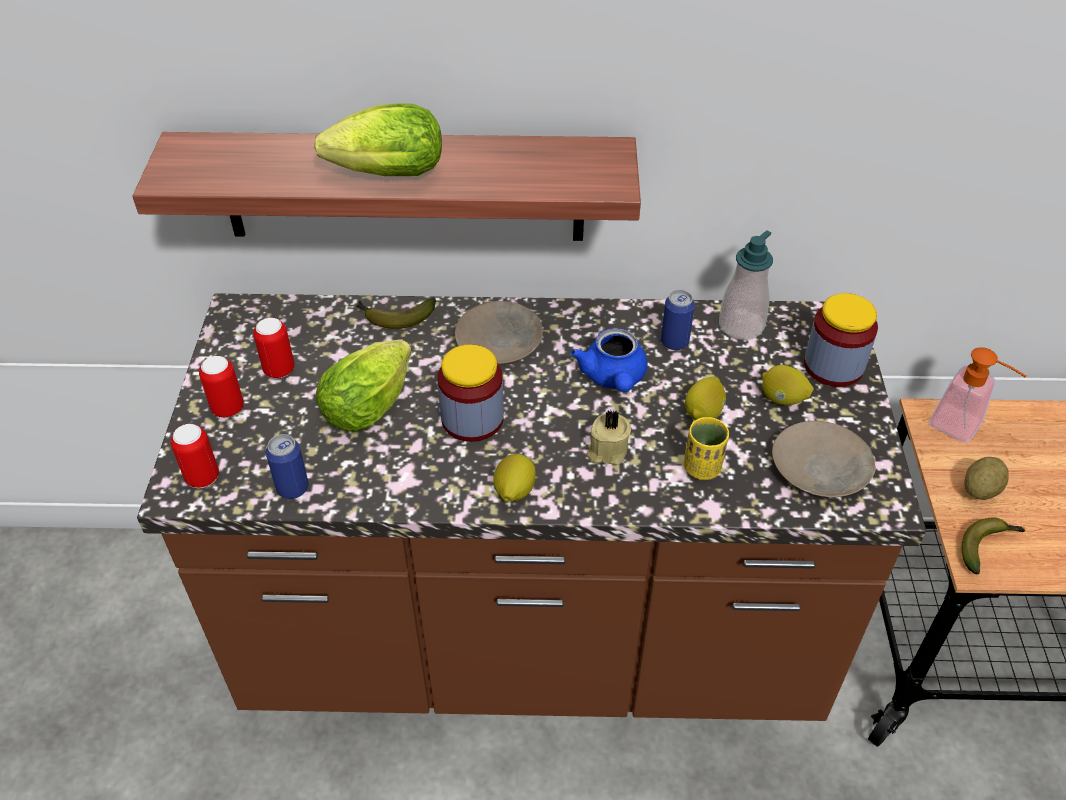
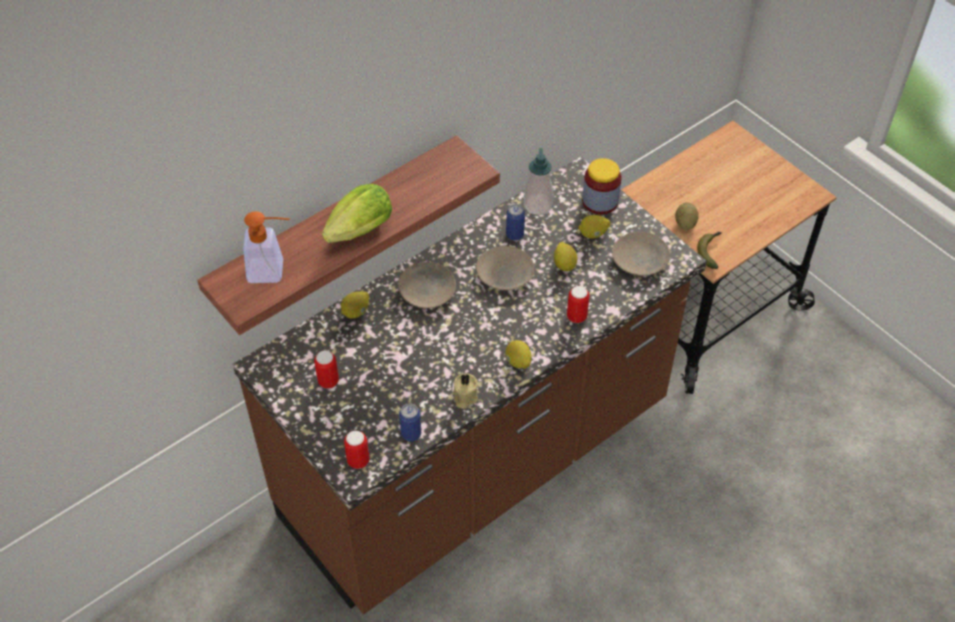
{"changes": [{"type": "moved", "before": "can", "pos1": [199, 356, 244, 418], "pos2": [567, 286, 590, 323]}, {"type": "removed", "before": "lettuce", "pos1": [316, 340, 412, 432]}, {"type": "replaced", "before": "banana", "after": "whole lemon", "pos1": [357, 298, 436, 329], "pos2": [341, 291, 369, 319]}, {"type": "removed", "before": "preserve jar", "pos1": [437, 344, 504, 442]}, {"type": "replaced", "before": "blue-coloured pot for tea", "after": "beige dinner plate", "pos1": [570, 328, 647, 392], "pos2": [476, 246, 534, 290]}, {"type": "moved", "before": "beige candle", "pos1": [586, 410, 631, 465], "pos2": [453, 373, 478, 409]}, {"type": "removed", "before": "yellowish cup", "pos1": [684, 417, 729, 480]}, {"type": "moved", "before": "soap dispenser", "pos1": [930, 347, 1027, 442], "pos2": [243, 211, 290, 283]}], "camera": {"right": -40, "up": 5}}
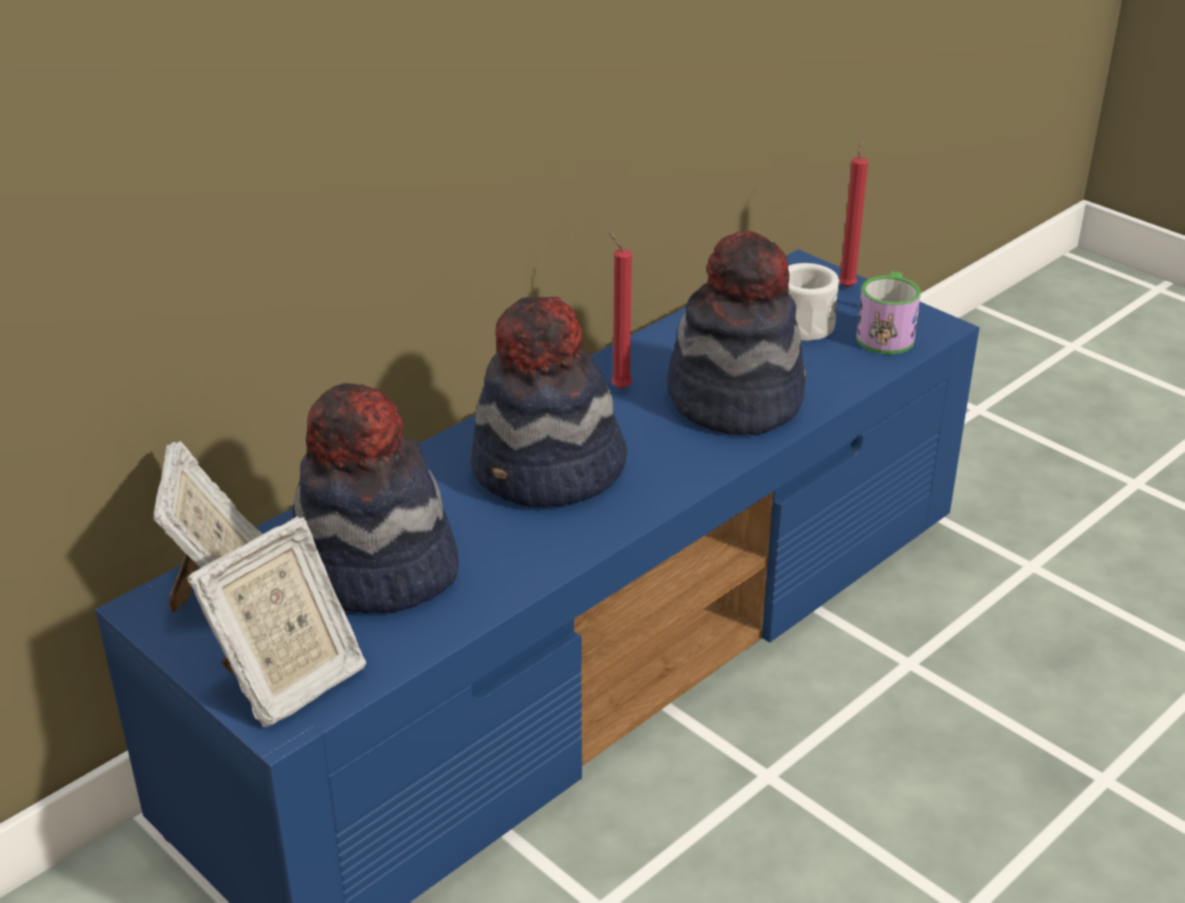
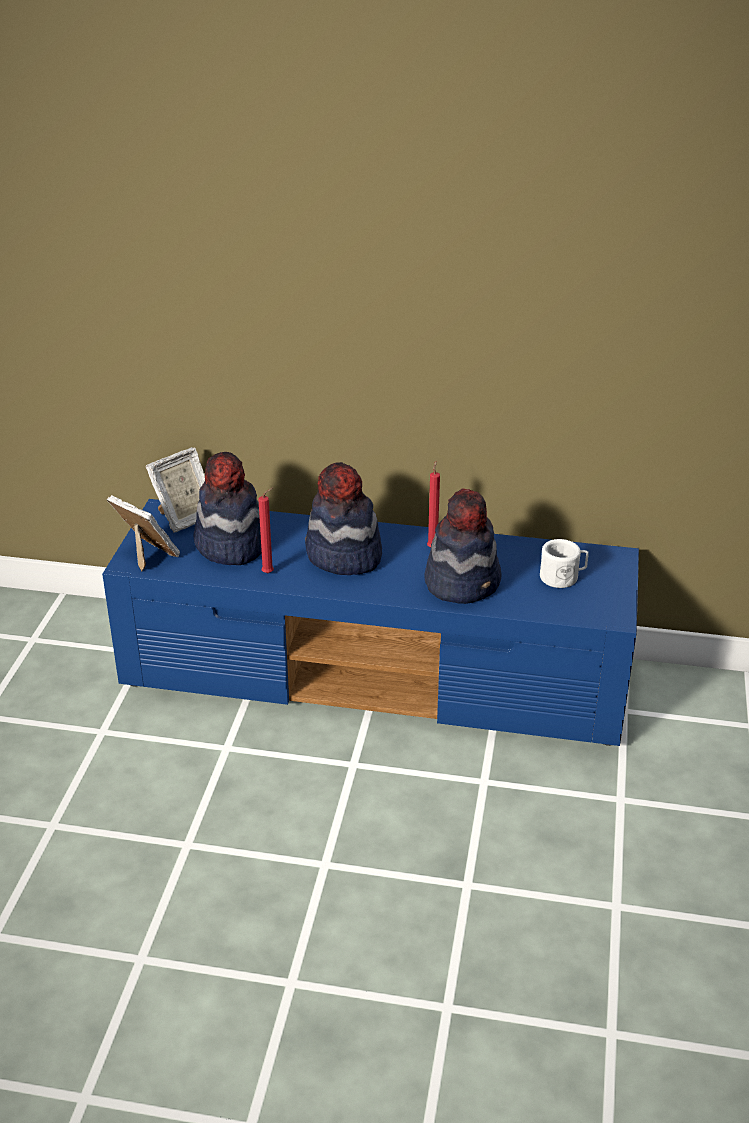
{"changes": [{"type": "turned", "before": "picture frame", "pos1": [187, 516, 366, 727], "pos2": [106, 495, 180, 571], "turn": -150}, {"type": "moved", "before": "red-coloured candle", "pos1": [839, 139, 868, 288], "pos2": [258, 488, 274, 573]}, {"type": "removed", "before": "mug", "pos1": [856, 272, 921, 354]}], "camera": {"right": 55, "up": 0}}
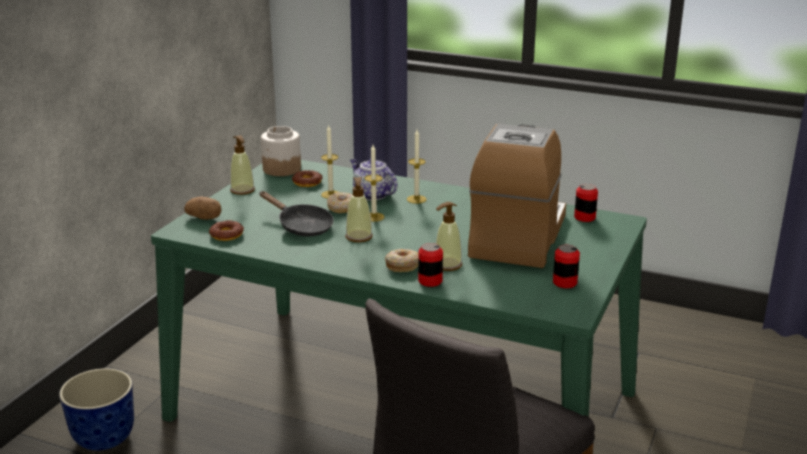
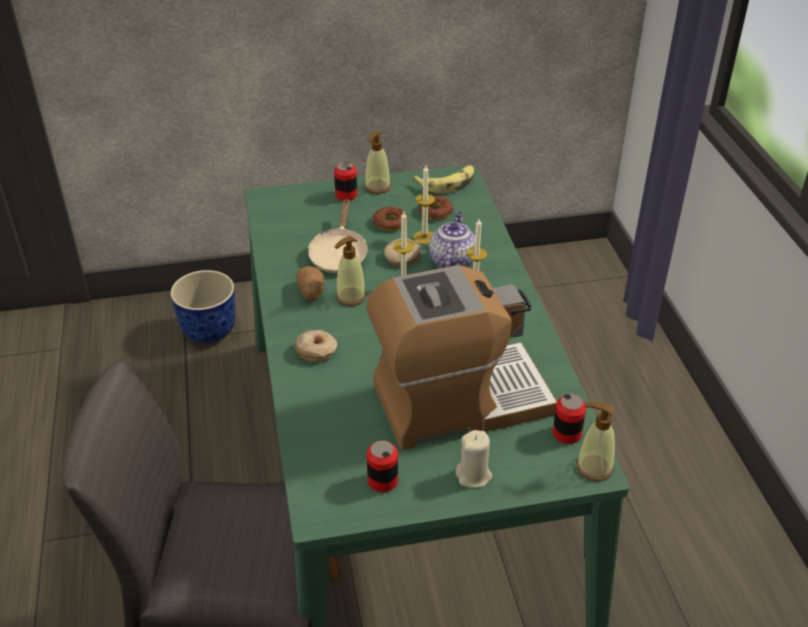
{"changes": [{"type": "moved", "before": "potato", "pos1": [184, 197, 222, 220], "pos2": [296, 266, 325, 301]}, {"type": "moved", "before": "doughnut", "pos1": [209, 220, 244, 241], "pos2": [373, 206, 408, 231]}, {"type": "recoloured", "before": "blackish pan", "after": "beige pan", "pos1": [259, 191, 334, 237], "pos2": [307, 199, 368, 273]}, {"type": "replaced", "before": "preserve jar", "after": "banana", "pos1": [261, 126, 301, 176], "pos2": [413, 165, 474, 193]}, {"type": "moved", "before": "can", "pos1": [418, 243, 443, 287], "pos2": [334, 162, 357, 201]}, {"type": "moved", "before": "soap dispenser", "pos1": [436, 202, 463, 271], "pos2": [576, 402, 615, 481]}, {"type": "added", "after": "beige candle", "pos2": [456, 430, 492, 488]}], "camera": {"right": 55, "up": 15}}
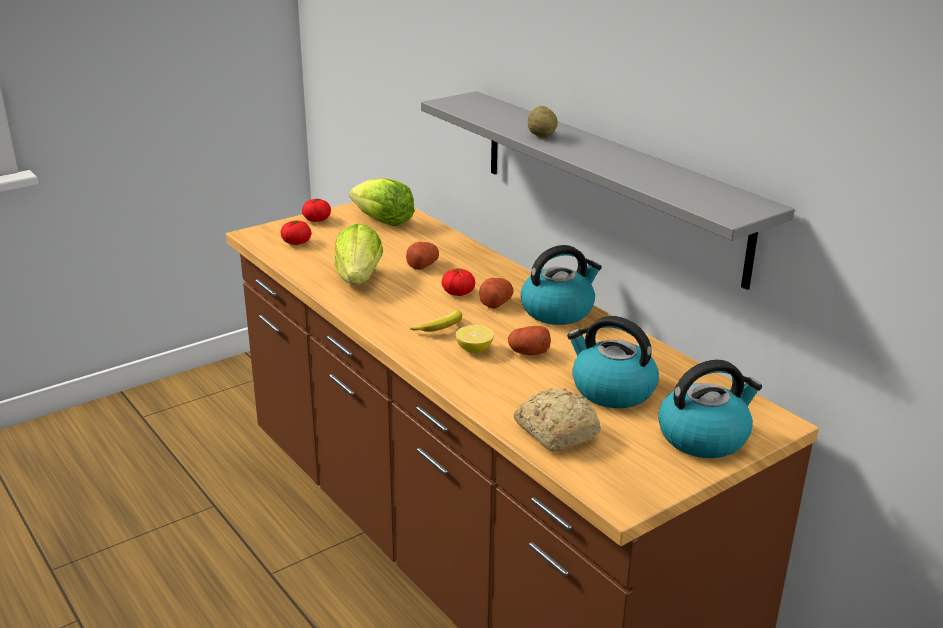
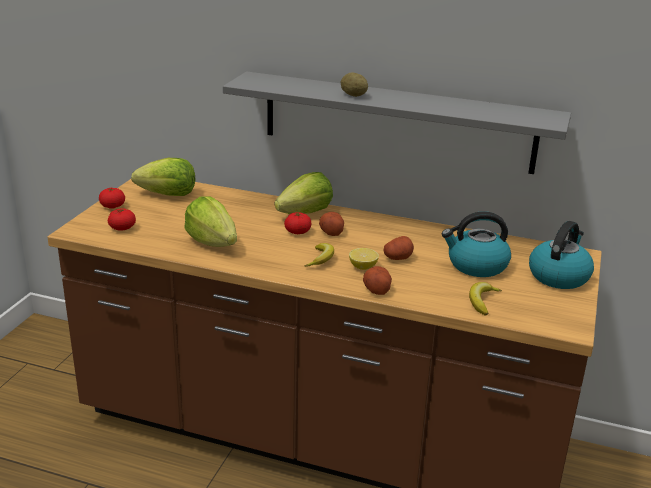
{"changes": [{"type": "moved", "before": "potato", "pos1": [406, 242, 439, 270], "pos2": [363, 266, 392, 295]}, {"type": "replaced", "before": "bread", "after": "banana", "pos1": [514, 388, 601, 452], "pos2": [469, 282, 502, 315]}, {"type": "removed", "before": "tea kettle", "pos1": [520, 245, 602, 325]}, {"type": "added", "after": "lettuce", "pos2": [275, 172, 333, 214]}], "camera": {"right": -35, "up": 0}}
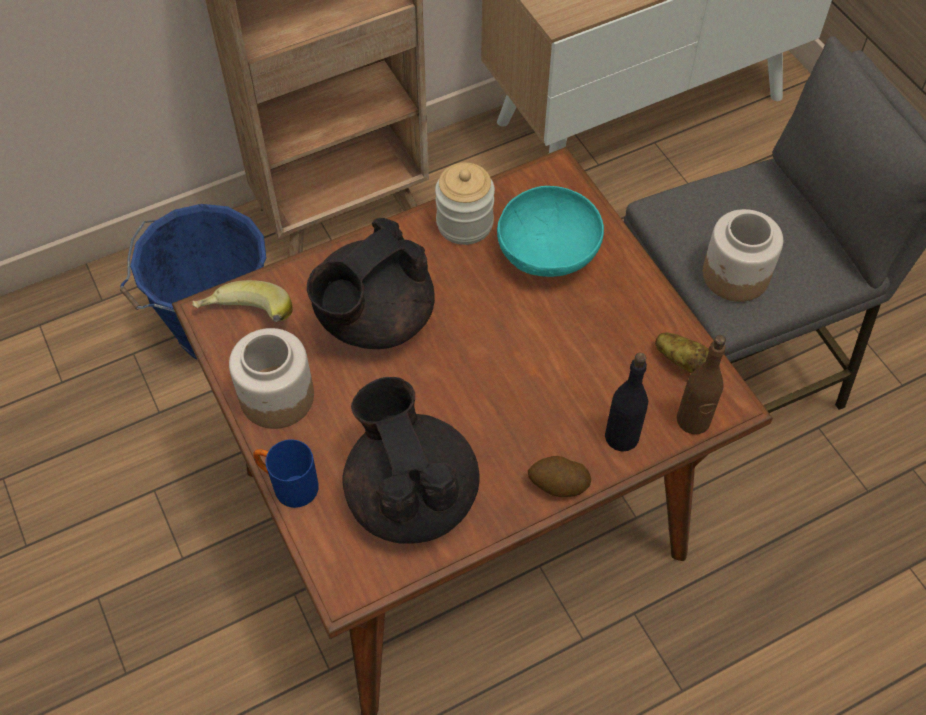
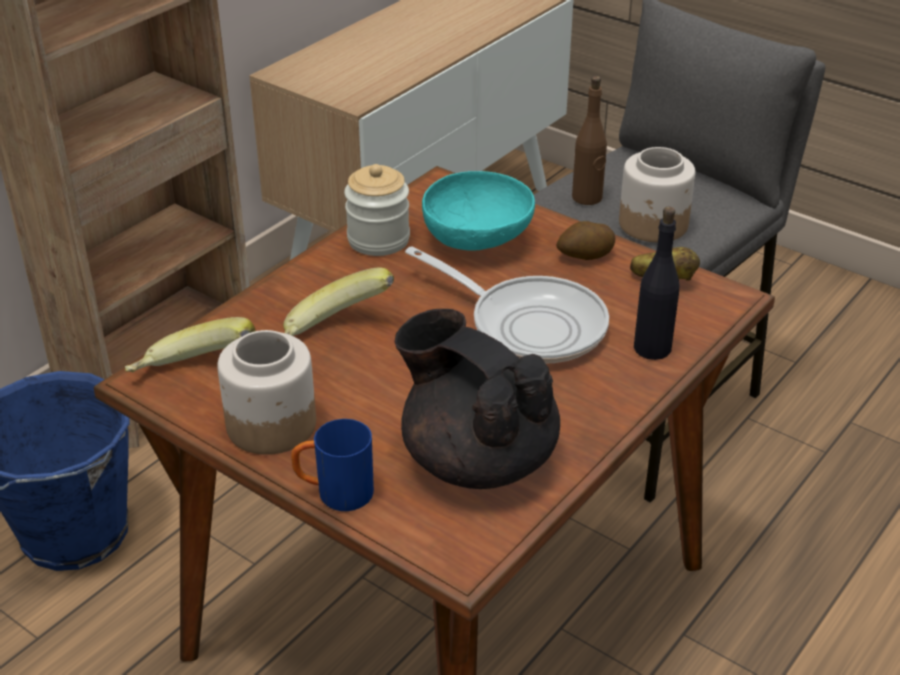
{"changes": [{"type": "replaced", "before": "blackish pot for tea", "after": "banana", "pos1": [307, 218, 435, 349], "pos2": [283, 267, 394, 336]}, {"type": "moved", "before": "potato", "pos1": [528, 456, 591, 497], "pos2": [556, 221, 615, 260]}, {"type": "moved", "before": "brown-coloured beverage bottle", "pos1": [677, 335, 726, 434], "pos2": [572, 76, 607, 205]}, {"type": "added", "after": "pan", "pos2": [405, 246, 609, 364]}], "camera": {"right": -25, "up": -20}}
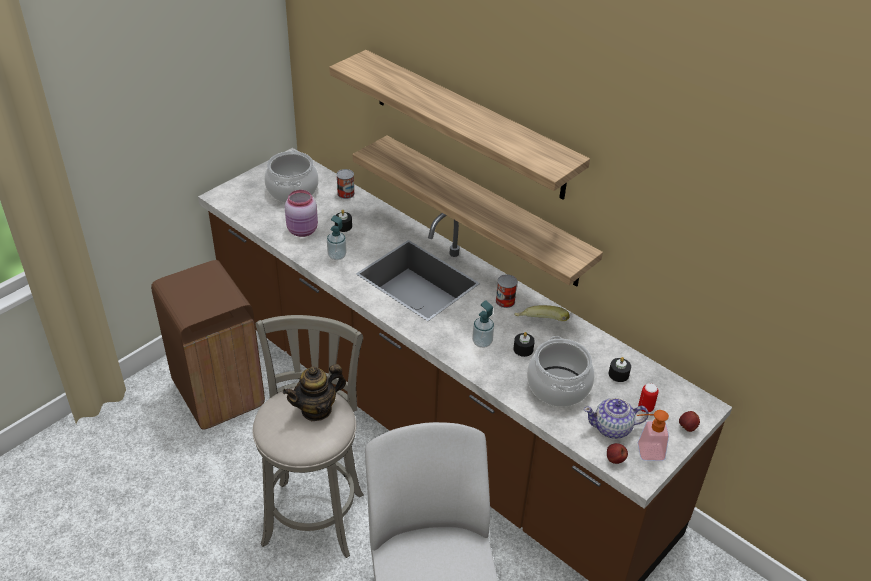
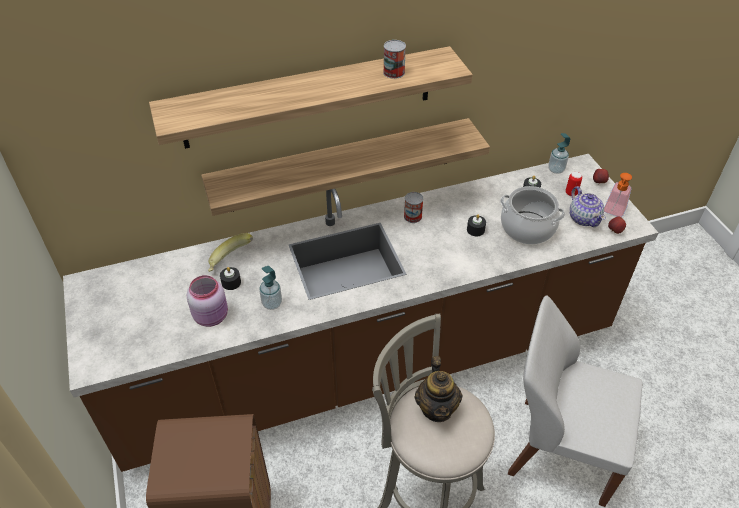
{"changes": [{"type": "removed", "before": "saucepot", "pos1": [264, 150, 319, 203]}, {"type": "moved", "before": "can", "pos1": [336, 169, 355, 199], "pos2": [383, 40, 406, 79]}, {"type": "moved", "before": "soap dispenser", "pos1": [472, 300, 494, 348], "pos2": [548, 133, 571, 174]}, {"type": "moved", "before": "banana", "pos1": [515, 305, 570, 321], "pos2": [208, 233, 253, 272]}, {"type": "turned", "before": "pot for tea", "pos1": [584, 398, 649, 439], "pos2": [570, 186, 606, 227], "turn": -45}], "camera": {"right": -60, "up": 5}}
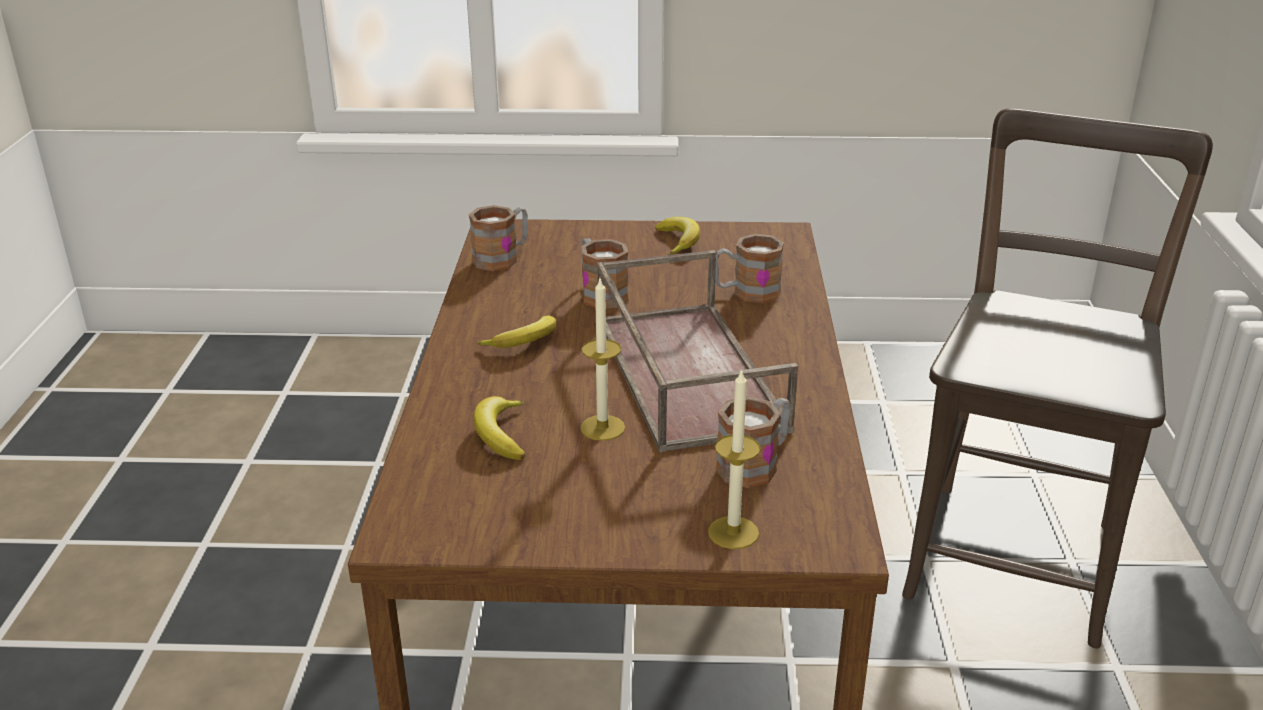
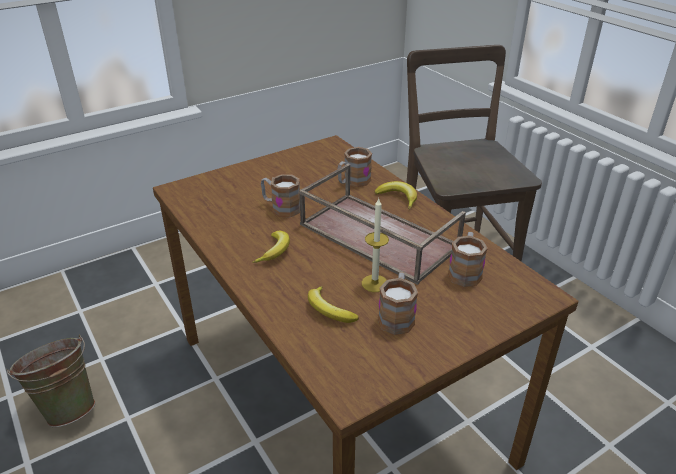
{"changes": [{"type": "moved", "before": "mug", "pos1": [469, 205, 528, 271], "pos2": [378, 272, 418, 335]}, {"type": "moved", "before": "banana", "pos1": [655, 217, 700, 255], "pos2": [375, 181, 417, 209]}, {"type": "removed", "before": "candle", "pos1": [708, 368, 761, 549]}, {"type": "added", "after": "green bucket", "pos2": [6, 334, 96, 427]}], "camera": {"right": -35, "up": 5}}
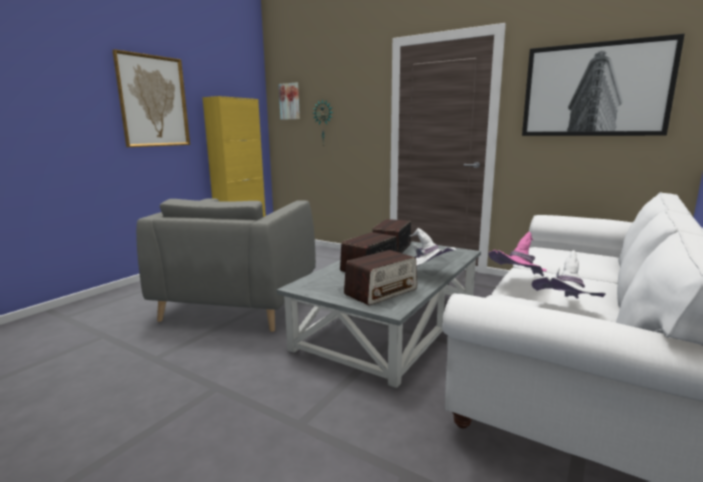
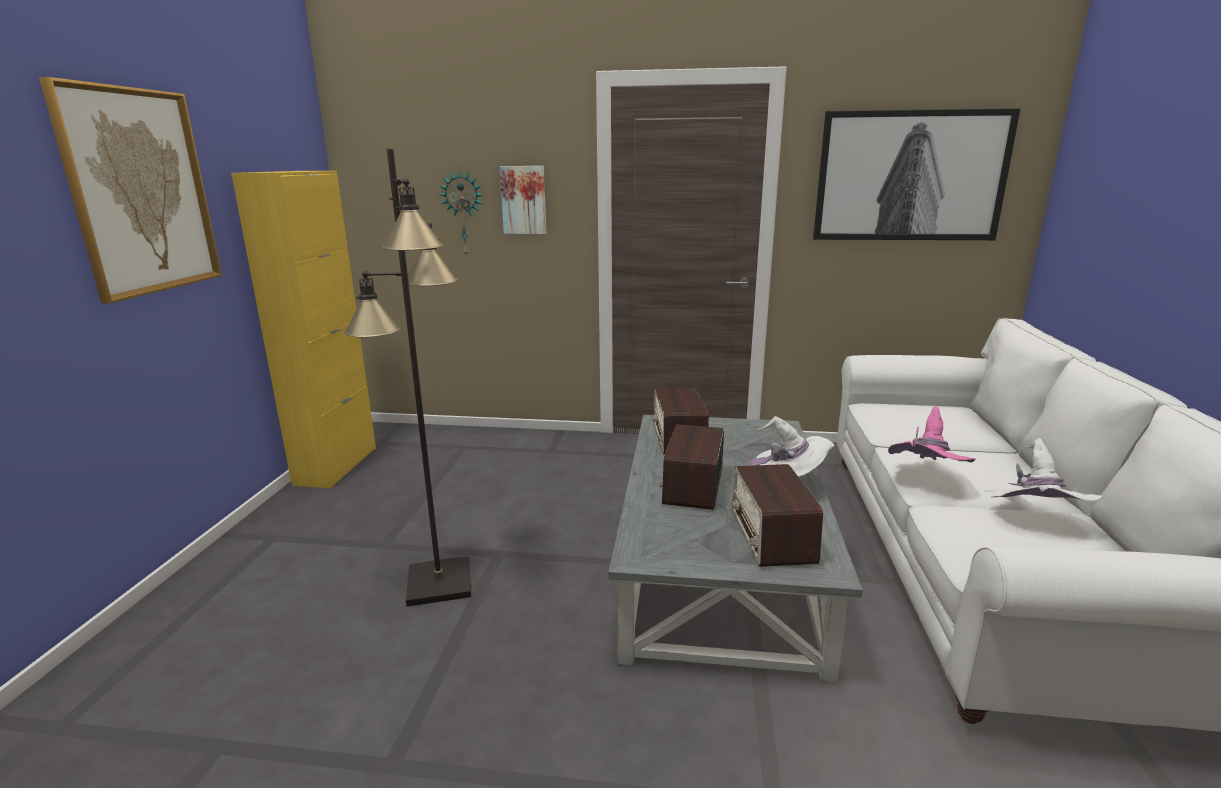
{"changes": [{"type": "replaced", "before": "greyish lounge chair", "after": "blackish floor lamp", "pos1": [136, 198, 316, 332], "pos2": [344, 149, 471, 607]}, {"type": "moved", "before": "picture", "pos1": [279, 83, 300, 120], "pos2": [500, 166, 546, 234]}, {"type": "turned", "before": "radio", "pos1": [344, 250, 417, 305], "pos2": [731, 464, 823, 567], "turn": 150}], "camera": {"right": -25, "up": 5}}
